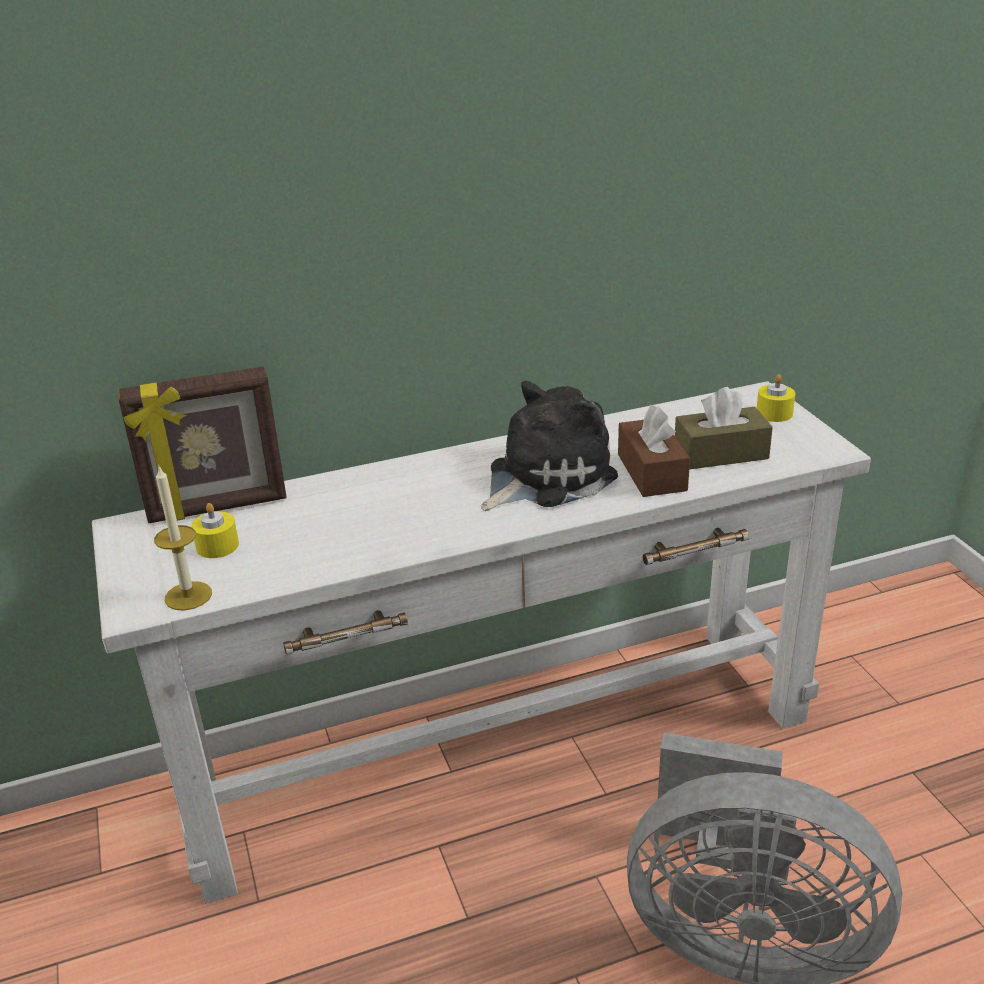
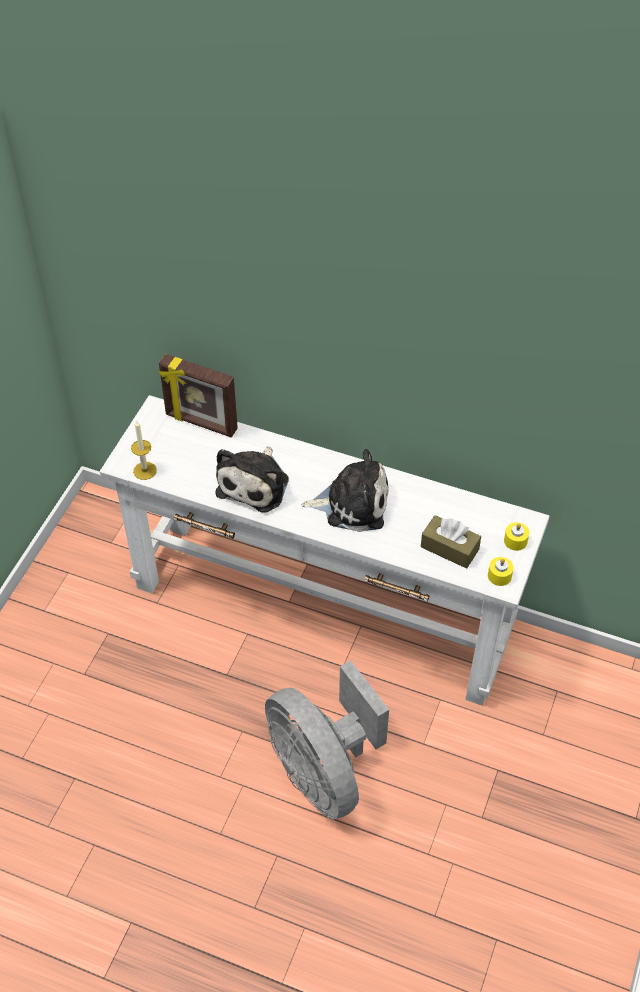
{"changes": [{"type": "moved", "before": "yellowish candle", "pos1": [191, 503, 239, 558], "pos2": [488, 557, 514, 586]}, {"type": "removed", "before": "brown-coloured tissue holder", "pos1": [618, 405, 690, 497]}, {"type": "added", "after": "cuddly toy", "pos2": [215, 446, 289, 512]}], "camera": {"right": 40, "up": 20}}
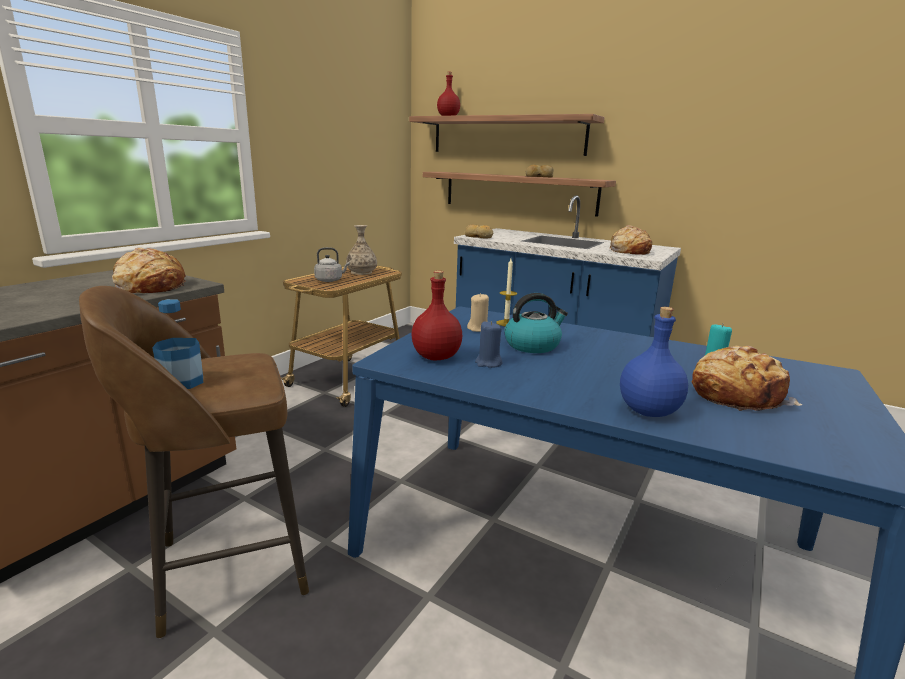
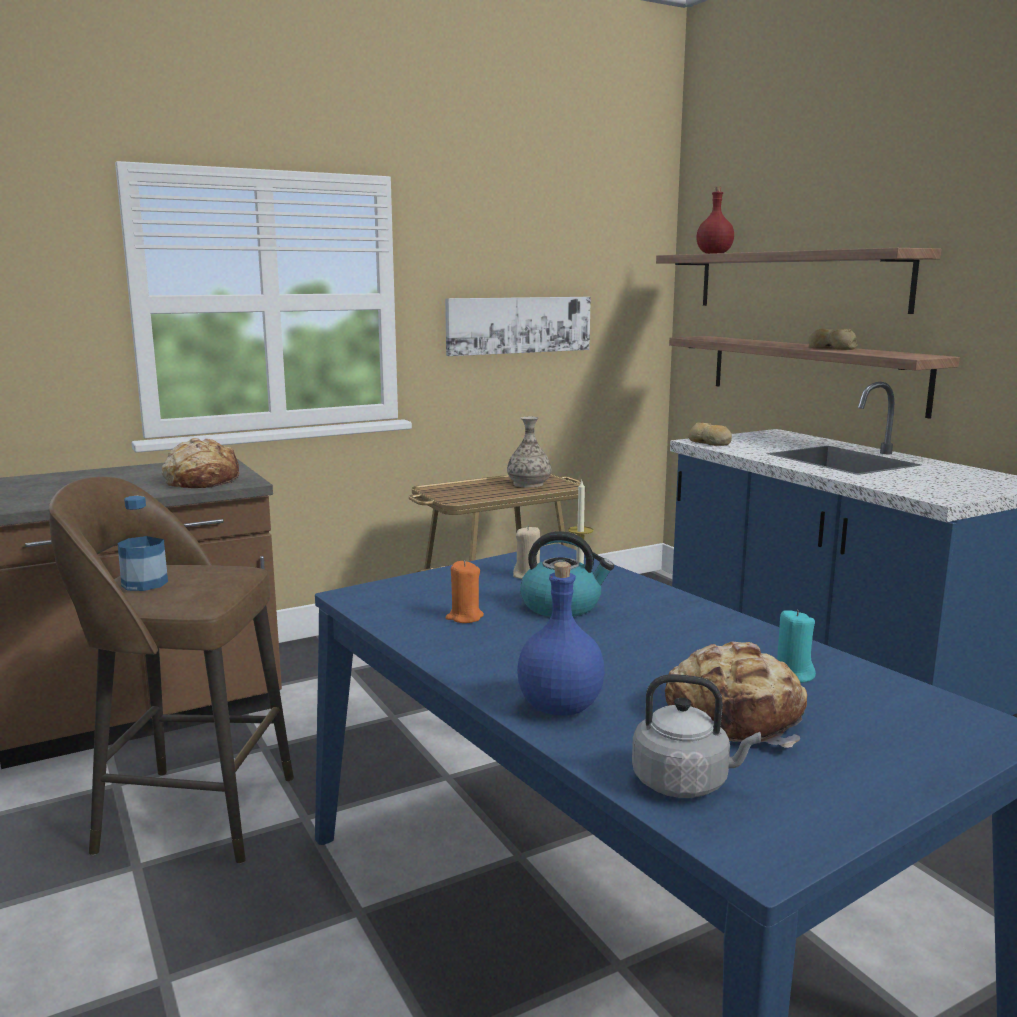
{"changes": [{"type": "moved", "before": "greyish tea kettle", "pos1": [314, 247, 350, 282], "pos2": [632, 674, 761, 798]}, {"type": "removed", "before": "red-coloured beverage bottle", "pos1": [411, 271, 462, 361]}, {"type": "recoloured", "before": "blue-coloured candle", "after": "orangey candle", "pos1": [475, 321, 502, 368], "pos2": [446, 561, 484, 623]}, {"type": "removed", "before": "bread", "pos1": [610, 225, 652, 255]}, {"type": "added", "after": "picture", "pos2": [445, 297, 591, 356]}], "camera": {"right": 30, "up": -5}}
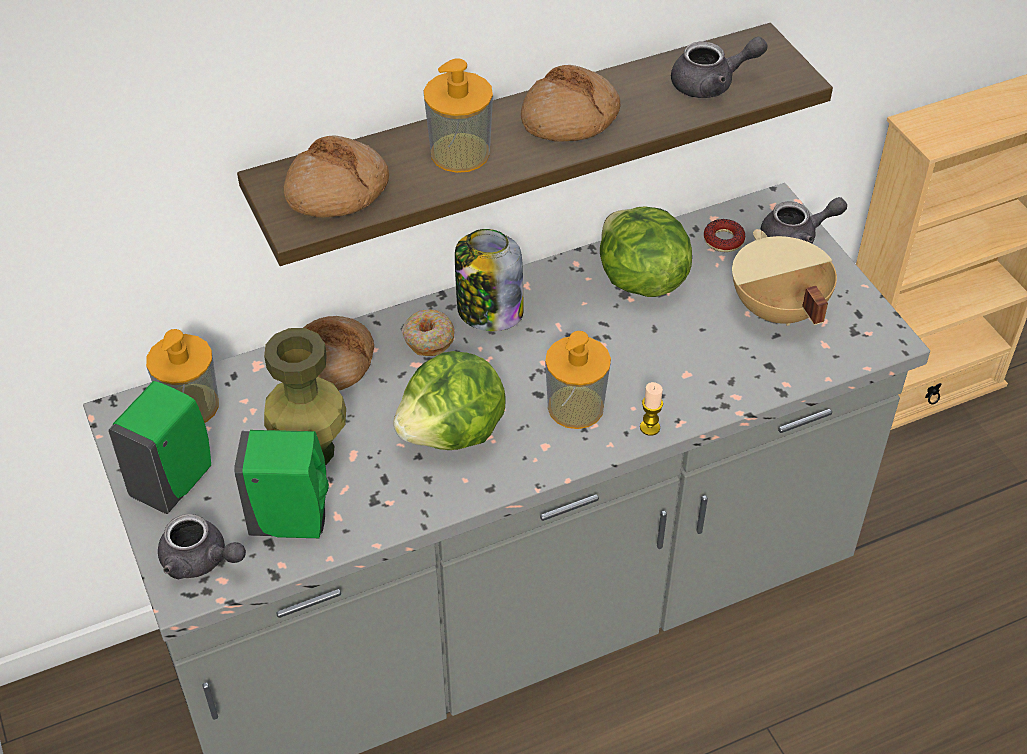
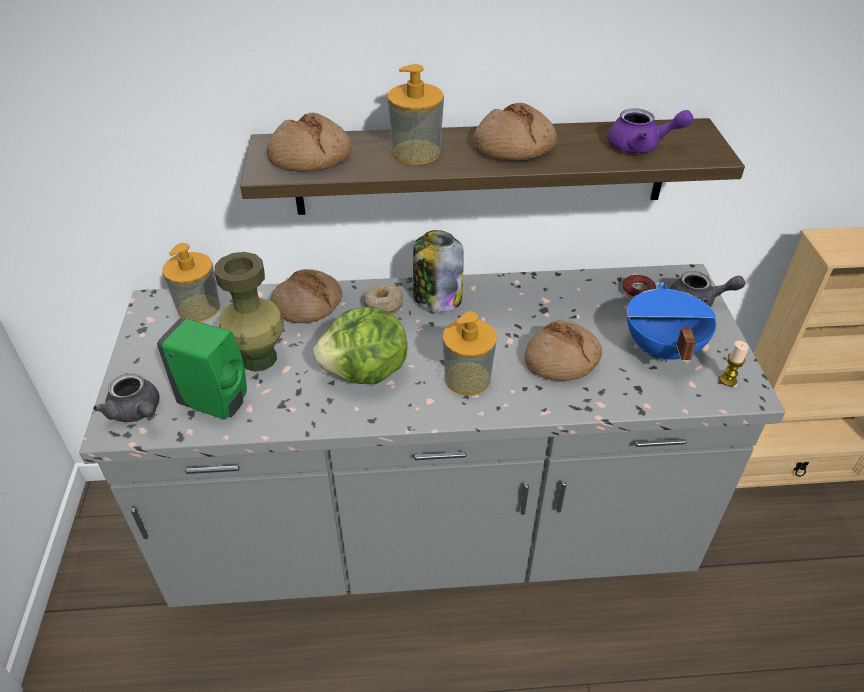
{"changes": [{"type": "removed", "before": "green soap dispenser", "pos1": [108, 381, 211, 514]}, {"type": "removed", "before": "lettuce", "pos1": [600, 207, 692, 297]}, {"type": "moved", "before": "candle", "pos1": [640, 382, 663, 436], "pos2": [720, 341, 749, 386]}, {"type": "recoloured", "before": "greyish pot for tea", "after": "purple-coloured pot for tea", "pos1": [671, 37, 768, 98], "pos2": [608, 108, 694, 153]}, {"type": "recoloured", "before": "beige saucepot", "after": "blue-coloured saucepot", "pos1": [732, 229, 837, 326], "pos2": [627, 282, 716, 362]}, {"type": "added", "after": "bread", "pos2": [524, 320, 602, 381]}], "camera": {"right": 20, "up": -5}}
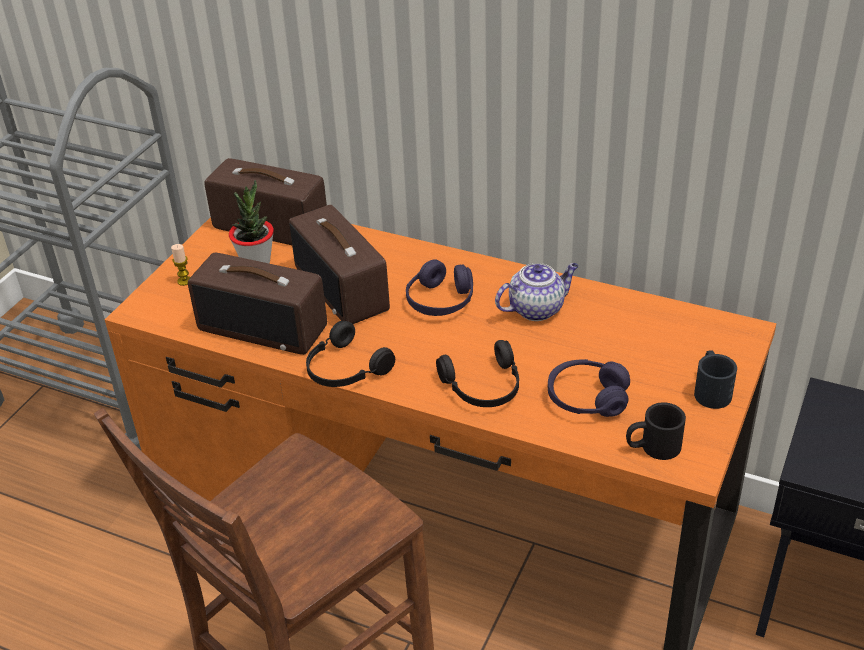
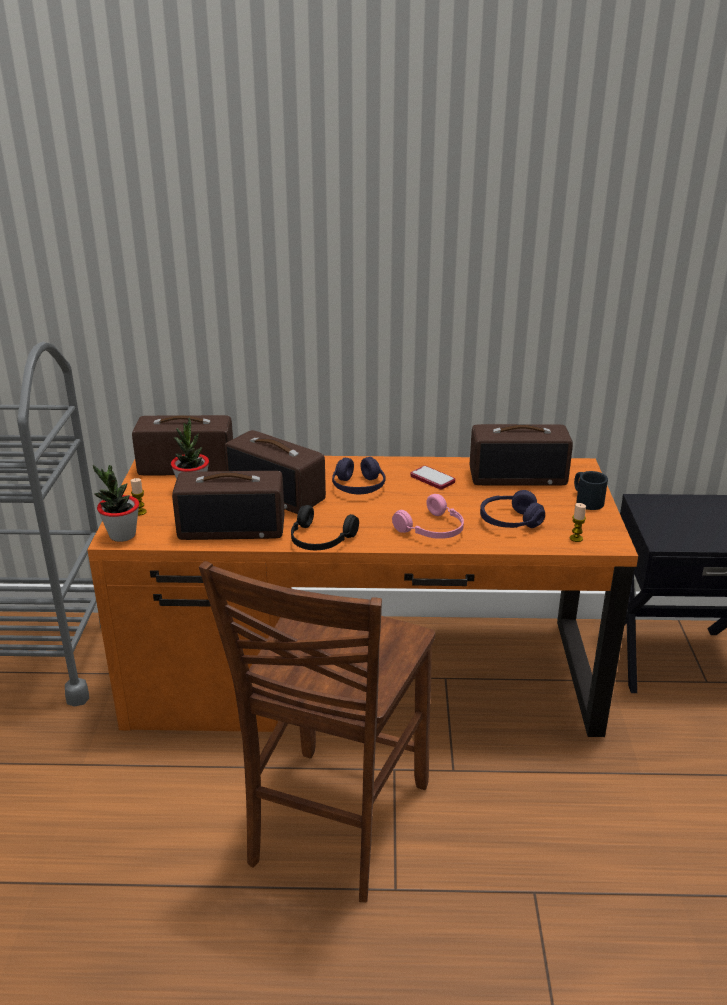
{"changes": [{"type": "recoloured", "before": "blackish headset", "after": "pink-coloured headset", "pos1": [436, 340, 519, 407], "pos2": [392, 494, 464, 539]}, {"type": "replaced", "before": "pot for tea", "after": "phone", "pos1": [495, 263, 579, 321], "pos2": [410, 466, 455, 489]}, {"type": "replaced", "before": "blackish mug", "after": "candle", "pos1": [626, 402, 686, 460], "pos2": [570, 503, 586, 542]}, {"type": "added", "after": "plant in a pot", "pos2": [93, 465, 139, 542]}, {"type": "added", "after": "radio", "pos2": [470, 424, 573, 486]}], "camera": {"right": -25, "up": -10}}
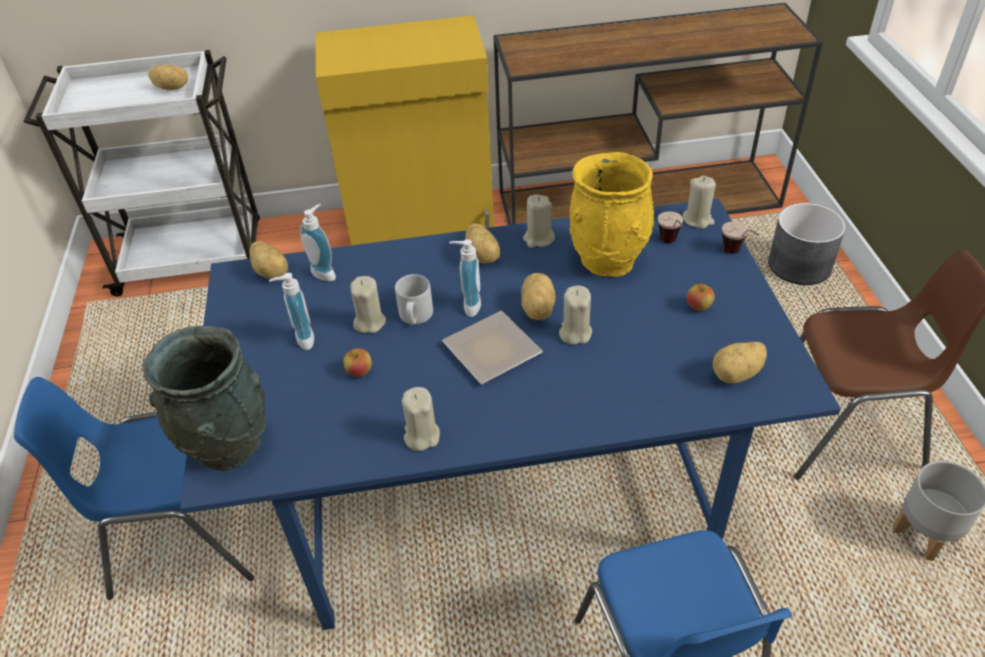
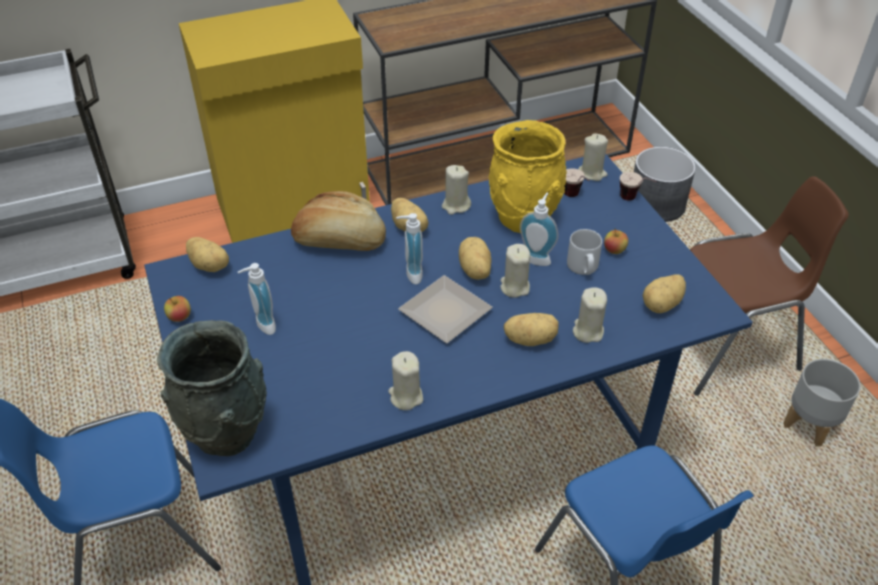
{"changes": [{"type": "moved", "before": "potato", "pos1": [148, 65, 188, 90], "pos2": [504, 313, 559, 346]}, {"type": "moved", "before": "soap dispenser", "pos1": [300, 204, 336, 281], "pos2": [520, 193, 559, 266]}, {"type": "moved", "before": "apple", "pos1": [343, 348, 372, 377], "pos2": [164, 296, 191, 322]}, {"type": "moved", "before": "beige candle", "pos1": [350, 276, 386, 333], "pos2": [573, 287, 607, 343]}, {"type": "moved", "before": "greyish mug", "pos1": [395, 274, 433, 325], "pos2": [567, 229, 602, 275]}, {"type": "added", "after": "bread", "pos2": [291, 191, 386, 251]}], "camera": {"right": -15, "up": 0}}
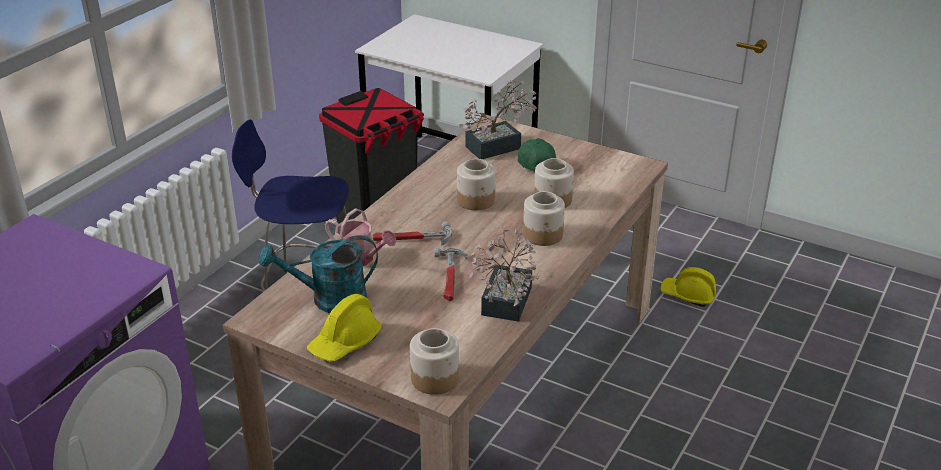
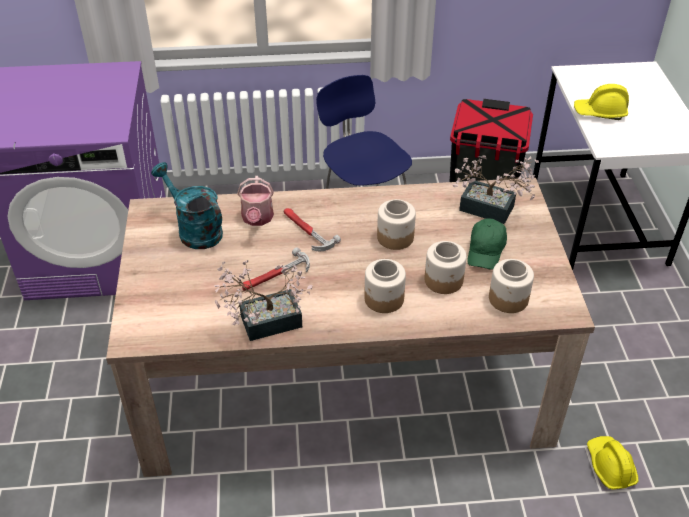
{"changes": [{"type": "moved", "before": "yellowish work helmet", "pos1": [307, 294, 382, 361], "pos2": [574, 84, 629, 120]}, {"type": "moved", "before": "preserve jar", "pos1": [410, 328, 459, 395], "pos2": [489, 259, 534, 313]}], "camera": {"right": 55, "up": 10}}
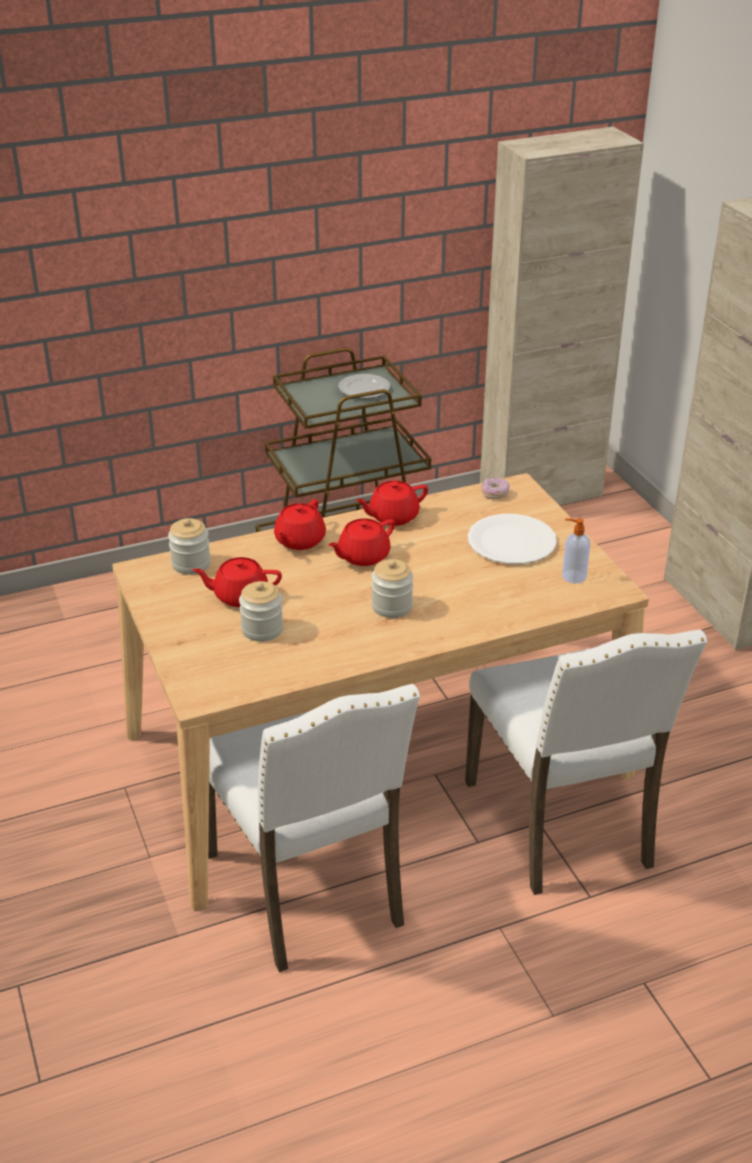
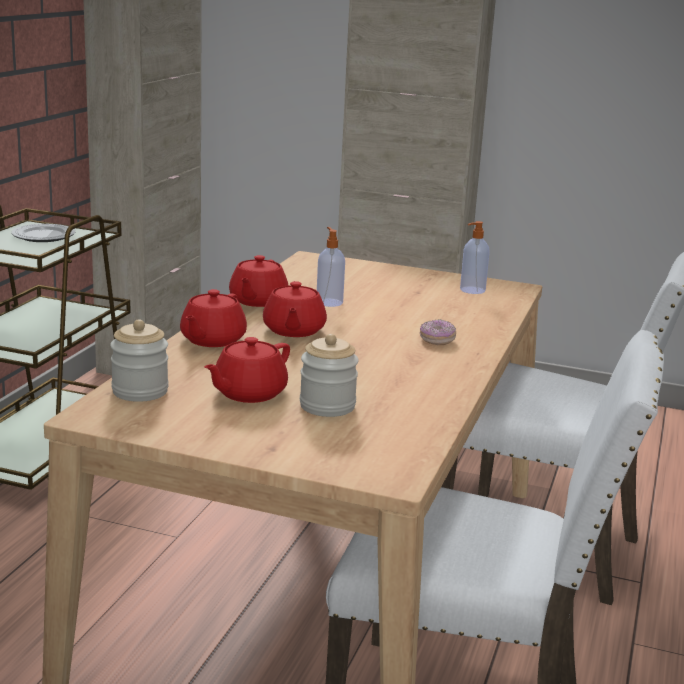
{"changes": [{"type": "turned", "before": "red-coloured pot for tea", "pos1": [274, 499, 326, 550], "pos2": [180, 289, 247, 347], "turn": 45}, {"type": "removed", "before": "preserve jar", "pos1": [371, 559, 413, 618]}, {"type": "removed", "before": "white-coloured dinner plate", "pos1": [468, 514, 557, 564]}, {"type": "moved", "before": "doughnut", "pos1": [481, 478, 510, 499], "pos2": [420, 319, 456, 345]}, {"type": "added", "after": "soap dispenser", "pos2": [317, 227, 345, 307]}], "camera": {"right": -50, "up": -15}}
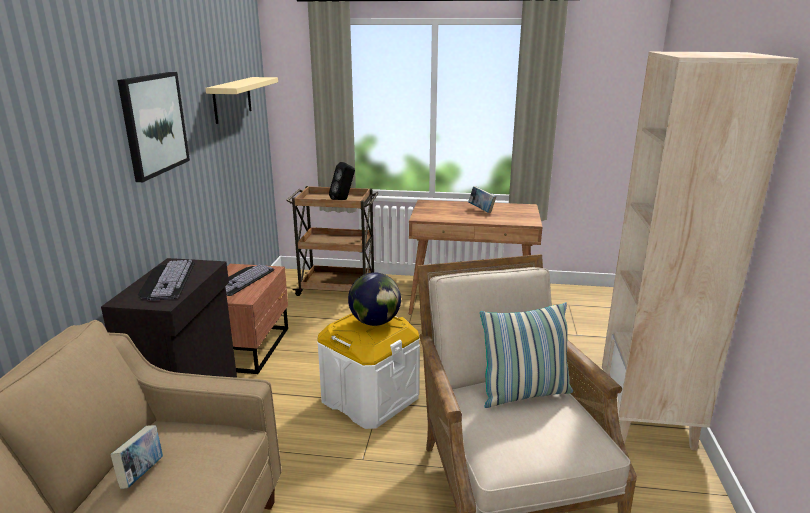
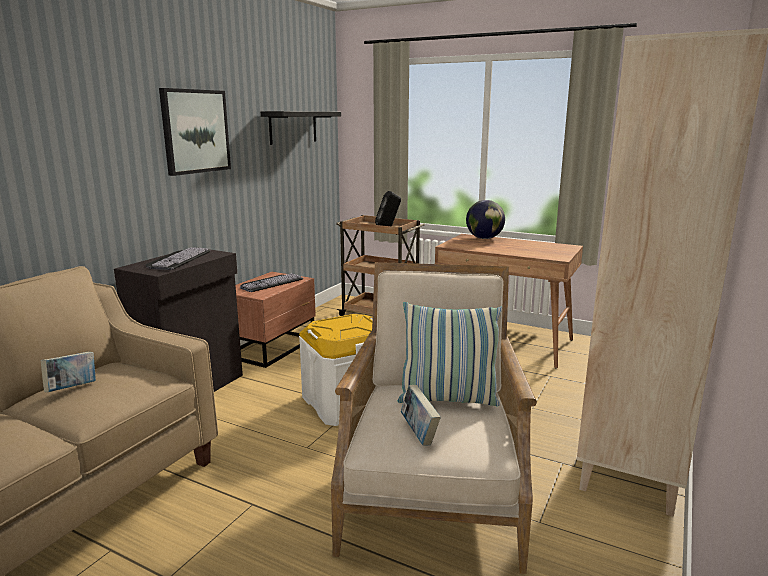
{"changes": [{"type": "recoloured", "before": "beige shelf", "after": "blackish shelf", "pos1": [205, 77, 278, 124], "pos2": [261, 111, 341, 145]}, {"type": "moved", "before": "world globe", "pos1": [348, 272, 401, 326], "pos2": [466, 200, 505, 239]}, {"type": "moved", "before": "volume", "pos1": [468, 186, 497, 213], "pos2": [401, 385, 441, 446]}], "camera": {"right": 20, "up": -5}}
